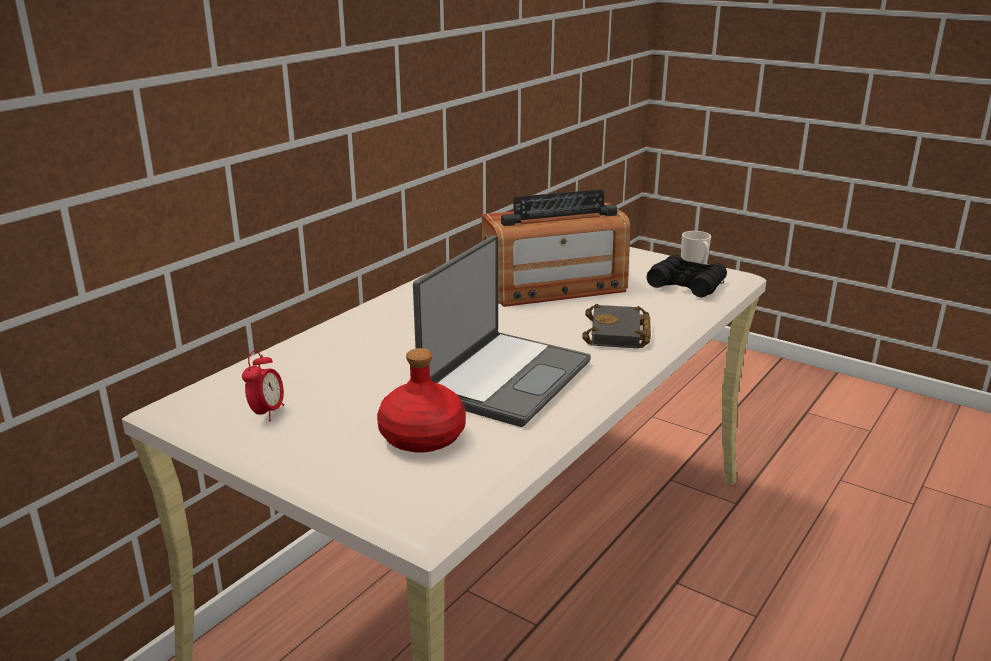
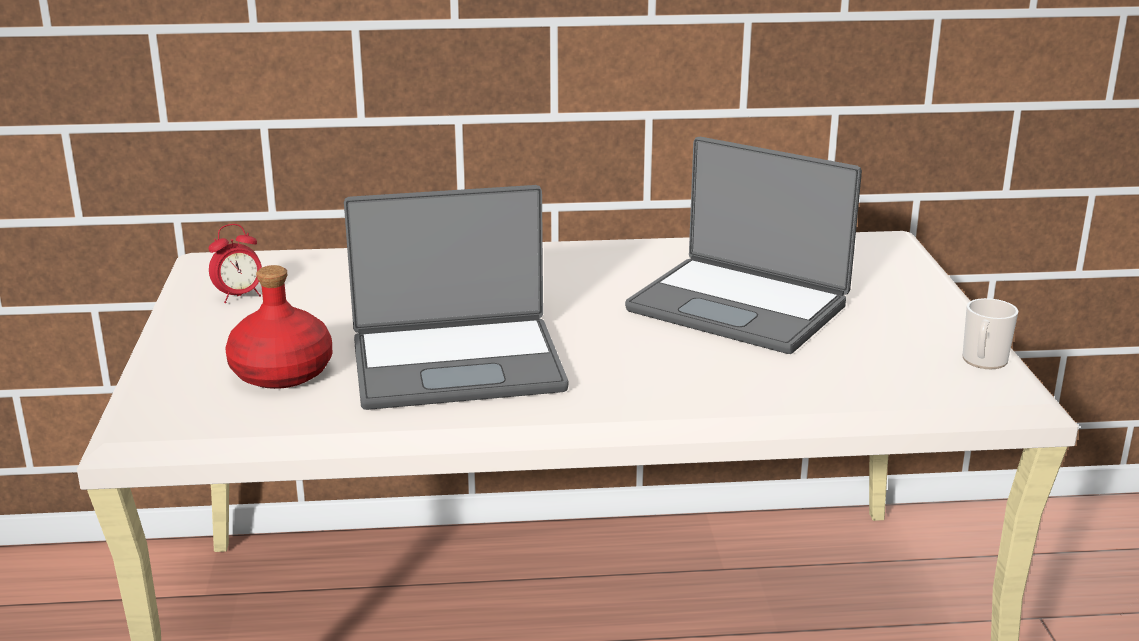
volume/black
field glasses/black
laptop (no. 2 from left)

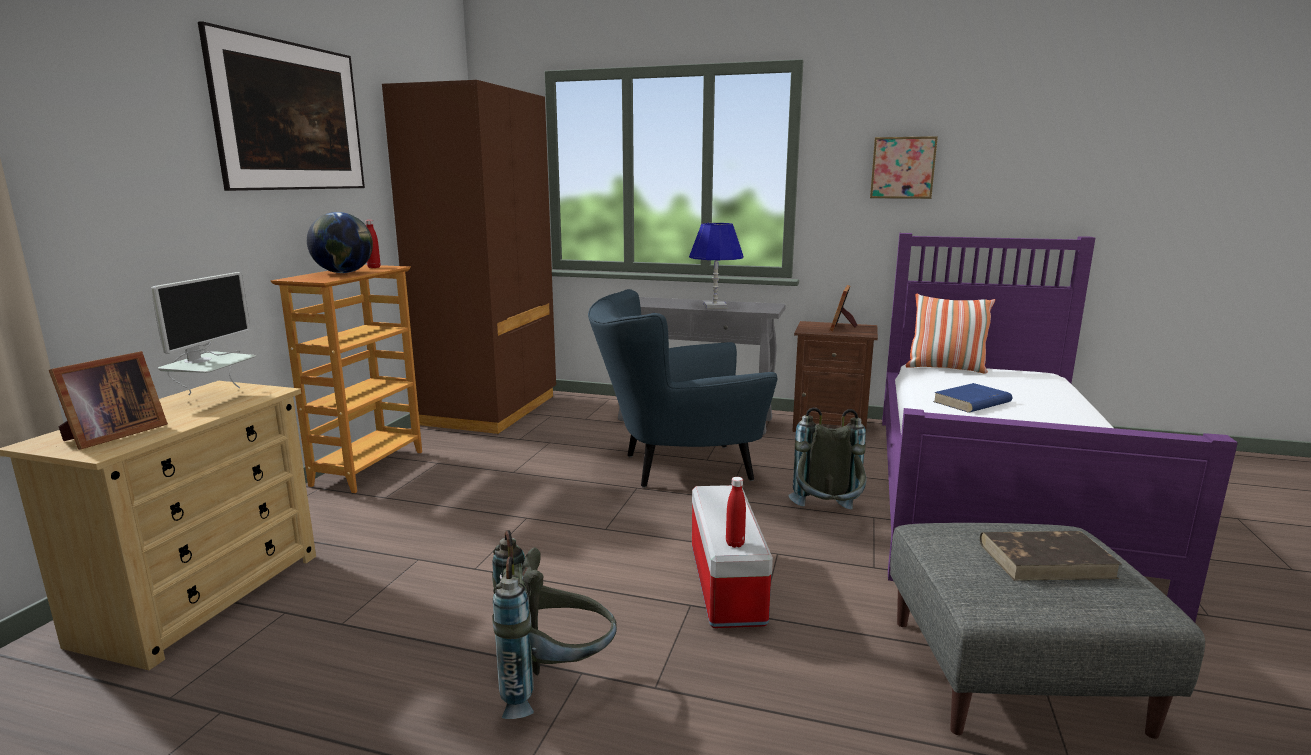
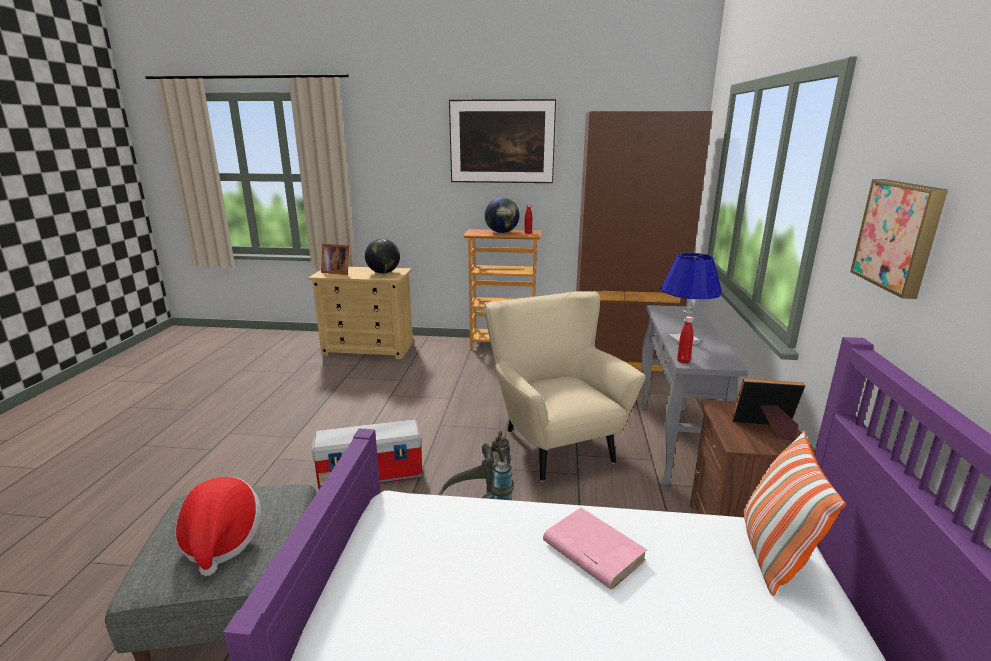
backpack/grey (no. 1 from left in the first image)
beverage bottle/red (no. 2 from left)
globe (no. 1 from left)
hat
easy chair/beige-coloured
volume/pinkish

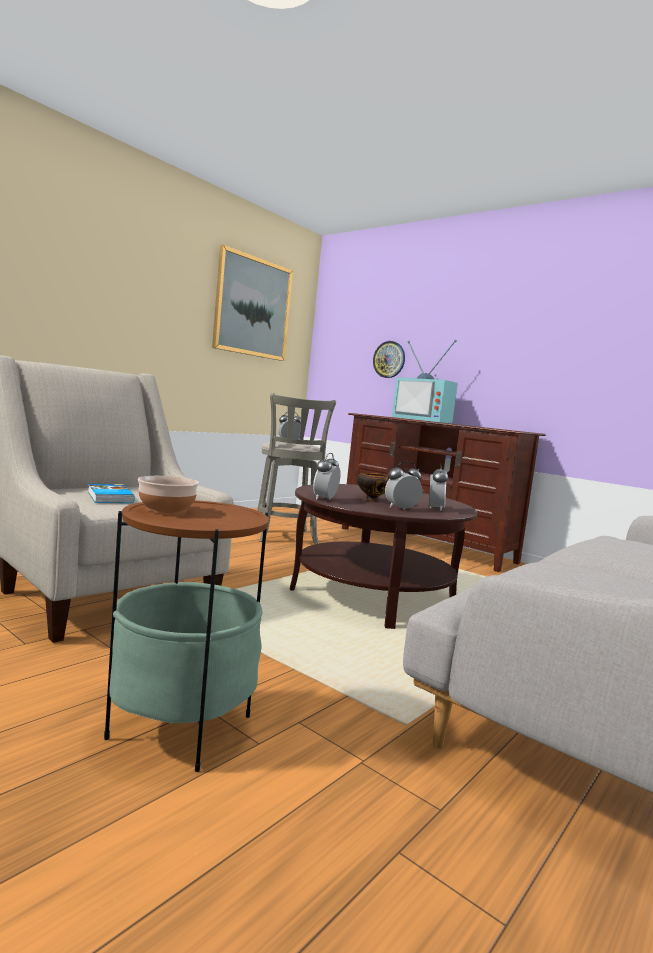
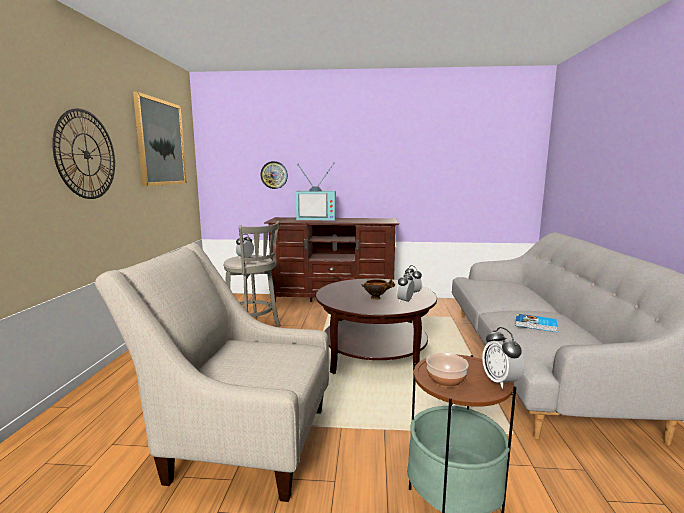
wall clock (no. 1 from left)
volume
bedside clock (no. 4 from left)

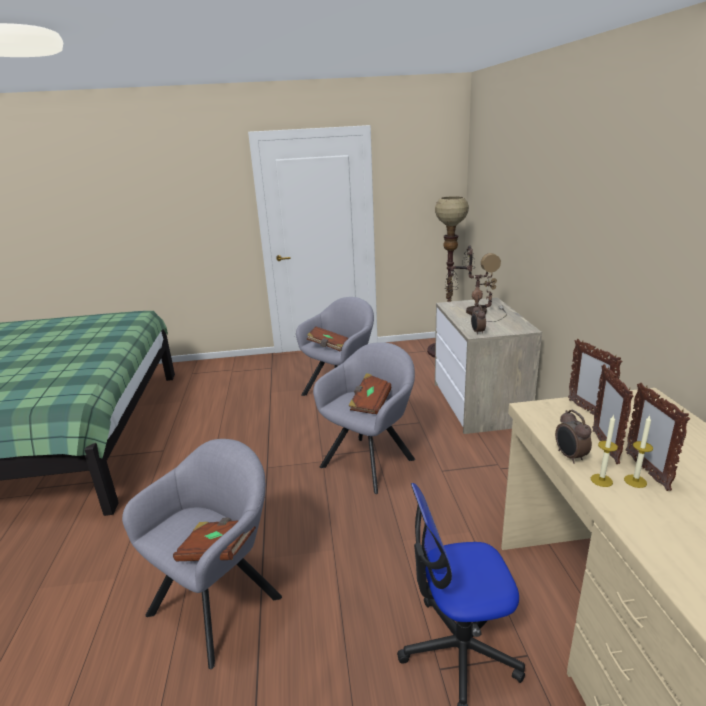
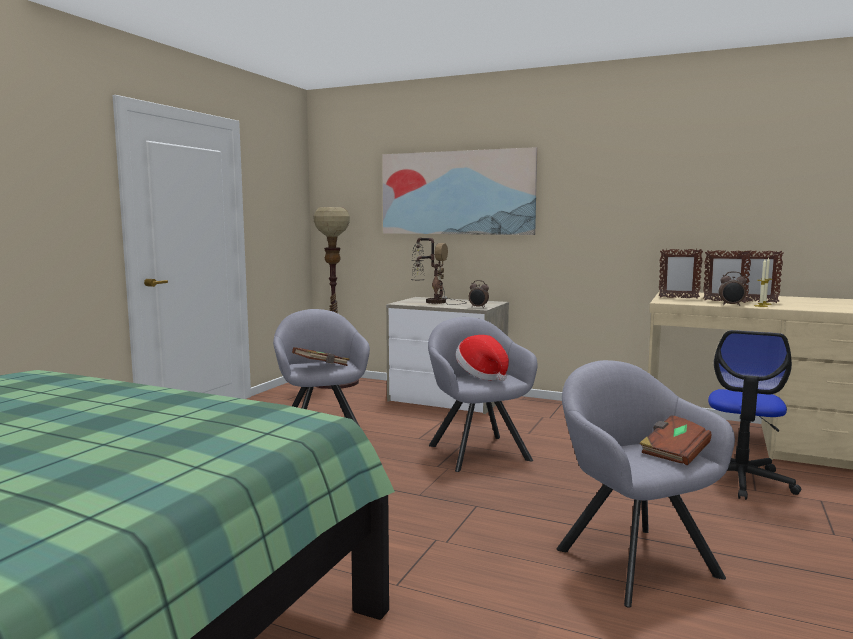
wall picture
hat

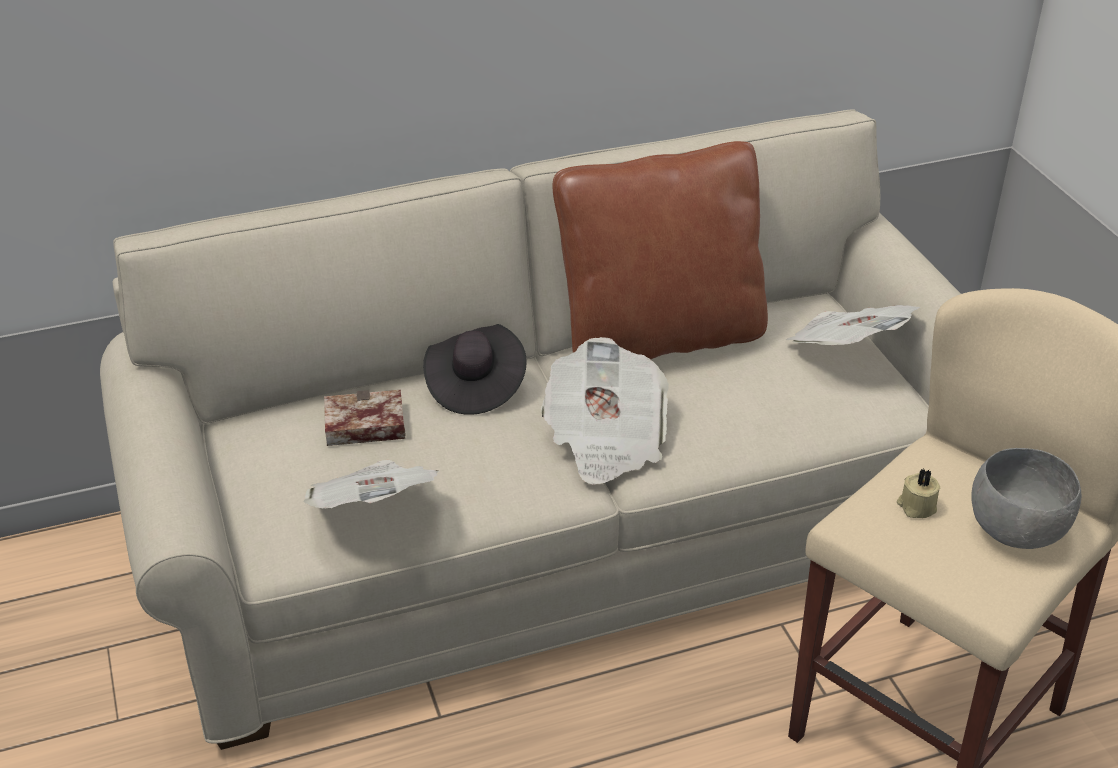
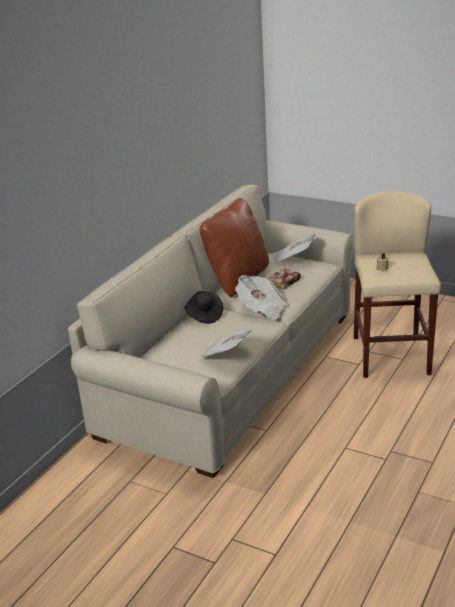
deep dish/grey
volume

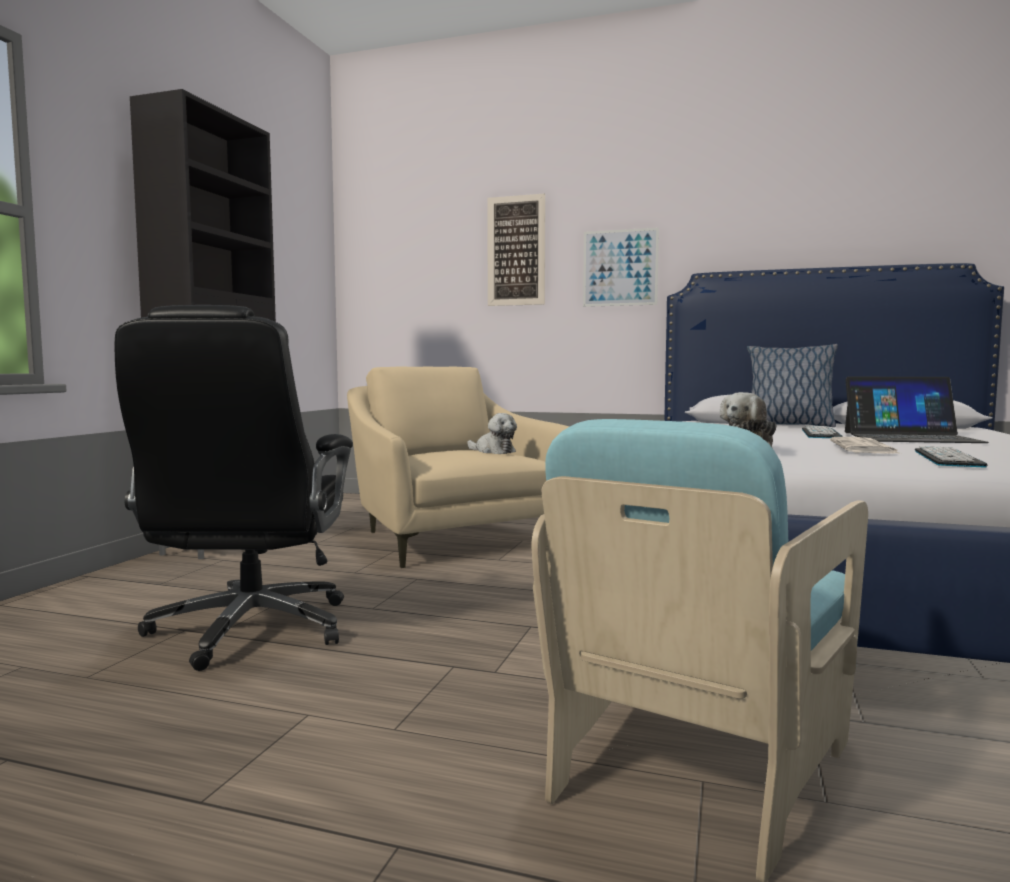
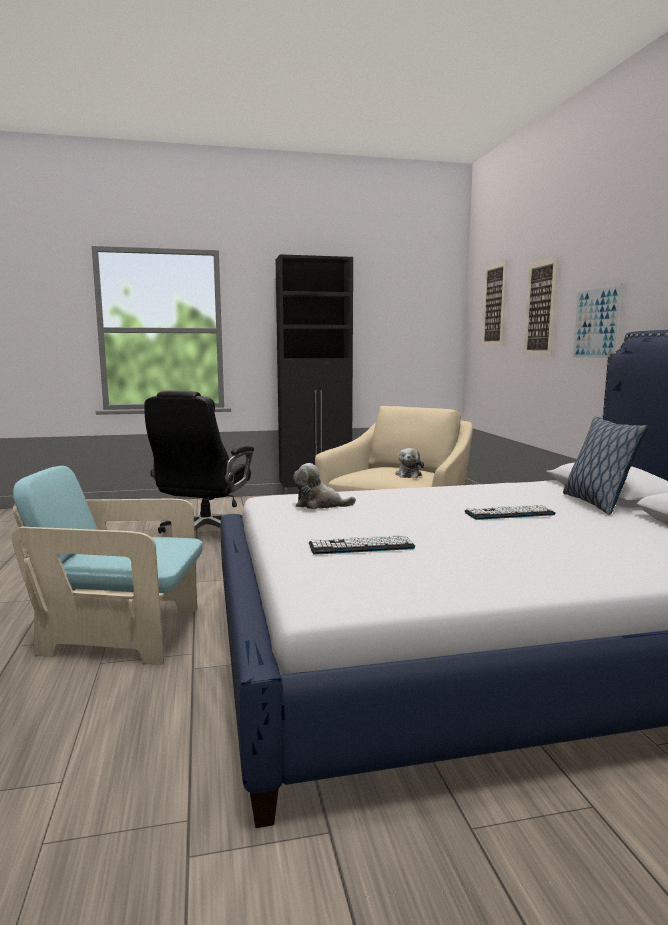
newspaper
laptop
wall picture (no. 1 from left)
computer chair/black

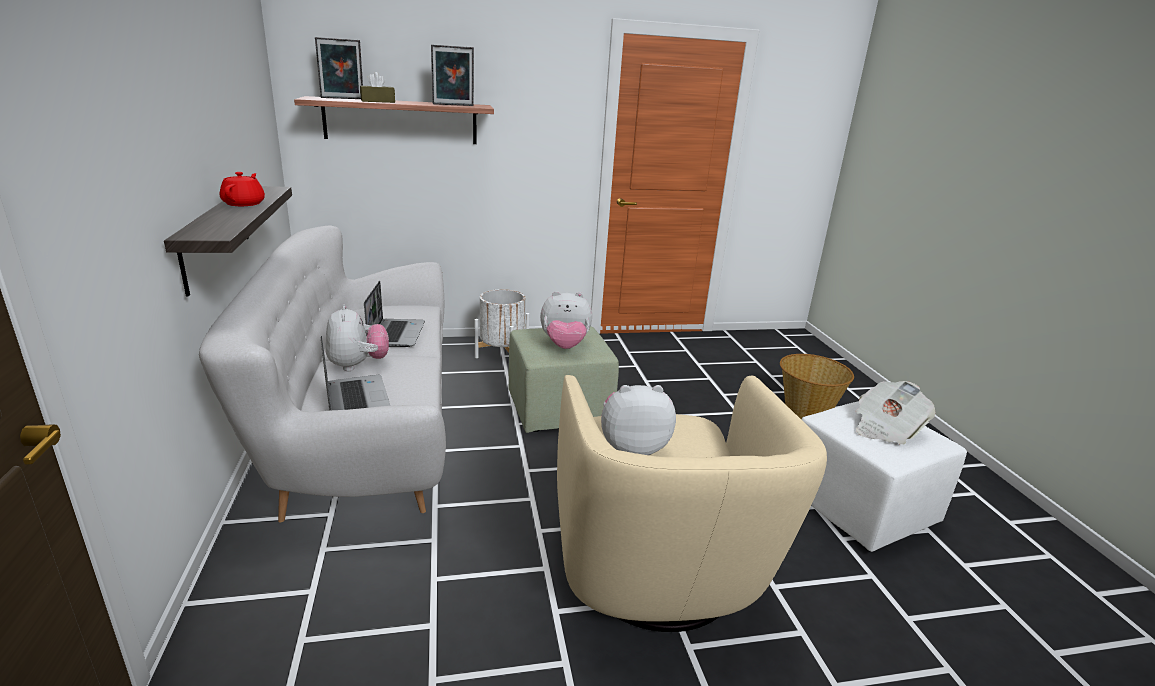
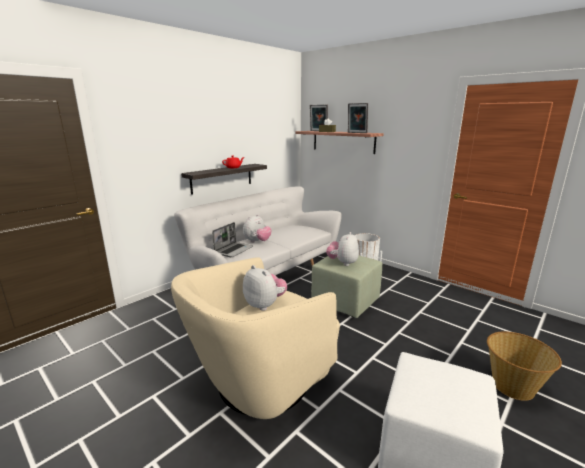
laptop (no. 2 from left in the first image)
newspaper
soft toy (no. 3 from left)

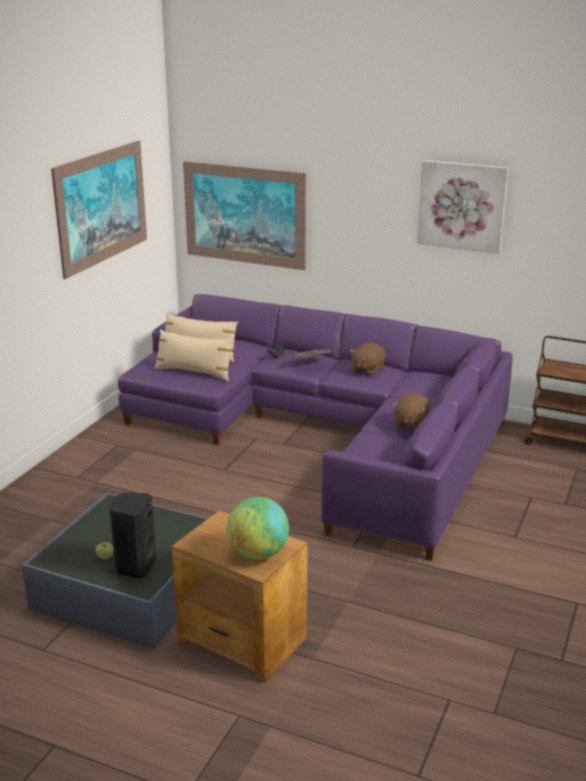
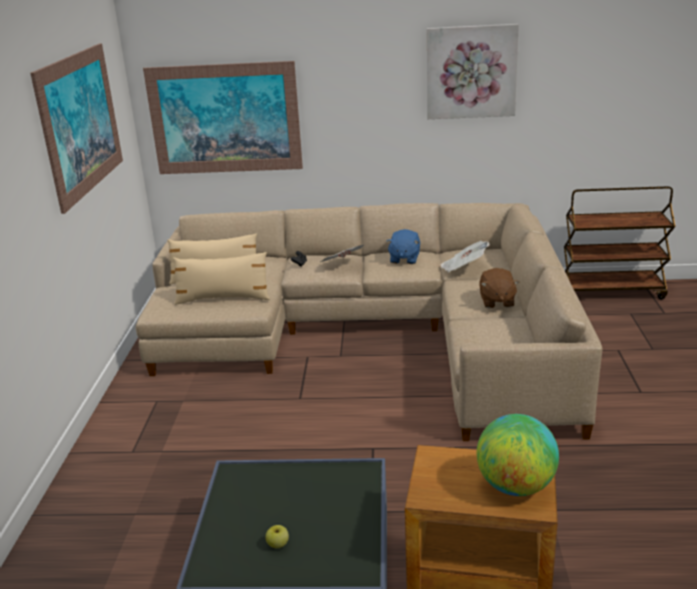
speaker/black
newspaper (no. 2 from left)
sofa/beige-coloured
soft toy/bluish

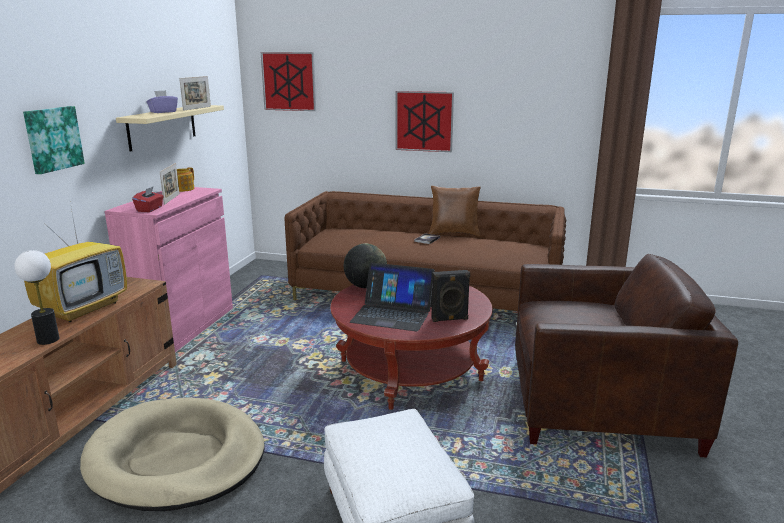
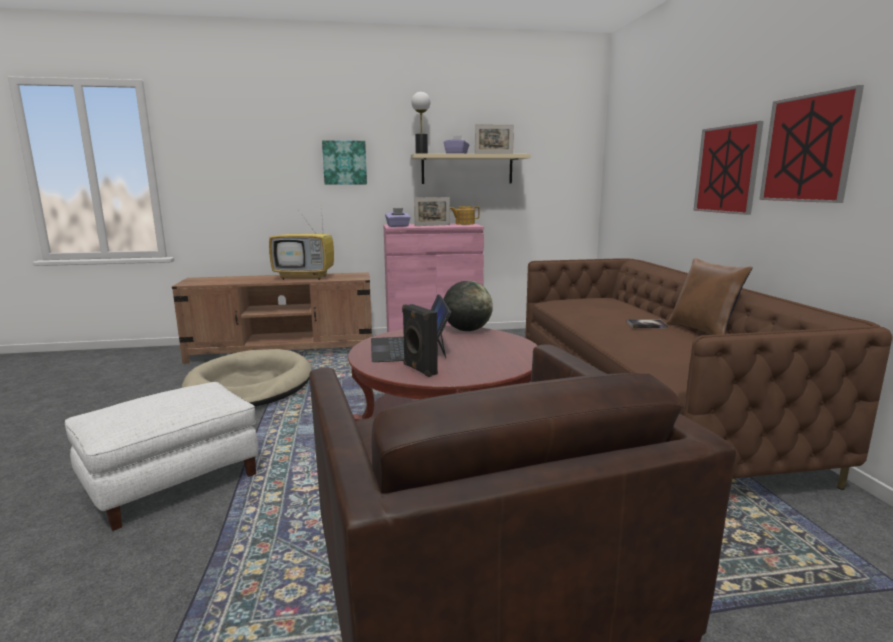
table lamp
wall picture (no. 3 from left)
box of tissues/purple (no. 1 from left)

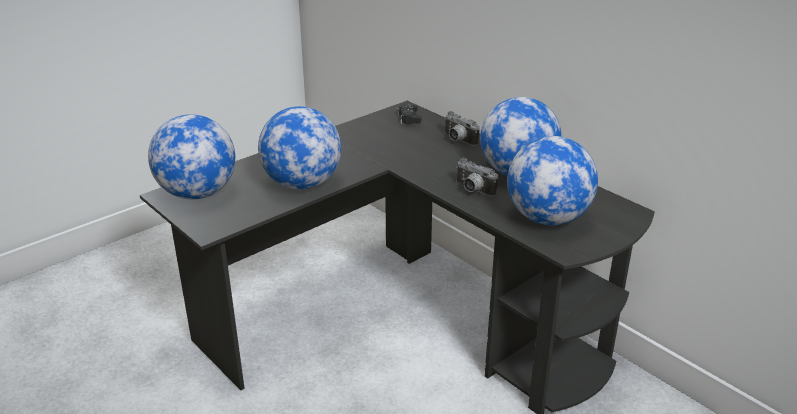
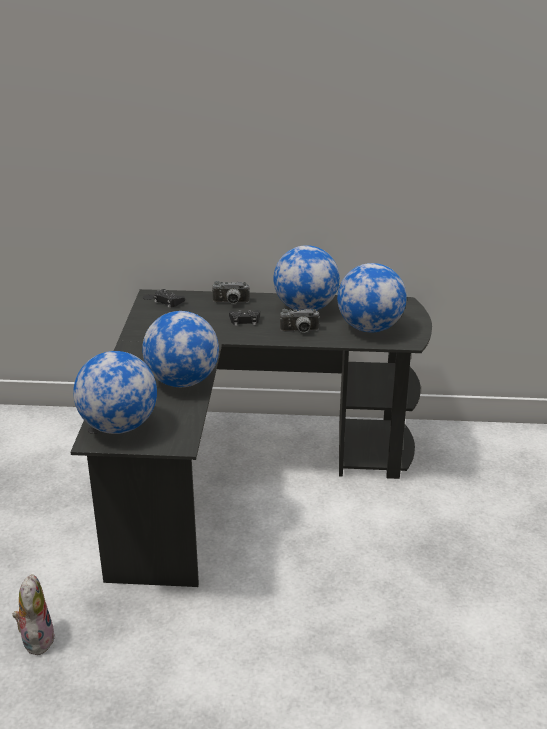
soft toy
joypad/black (no. 2 from left)

